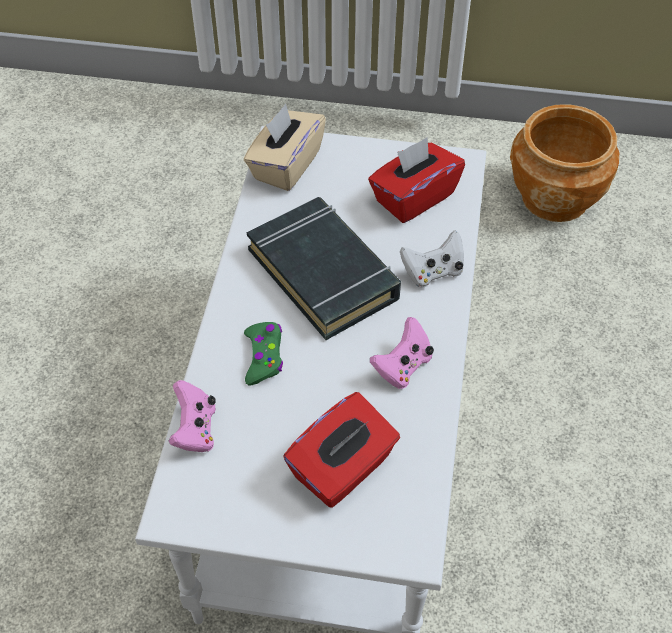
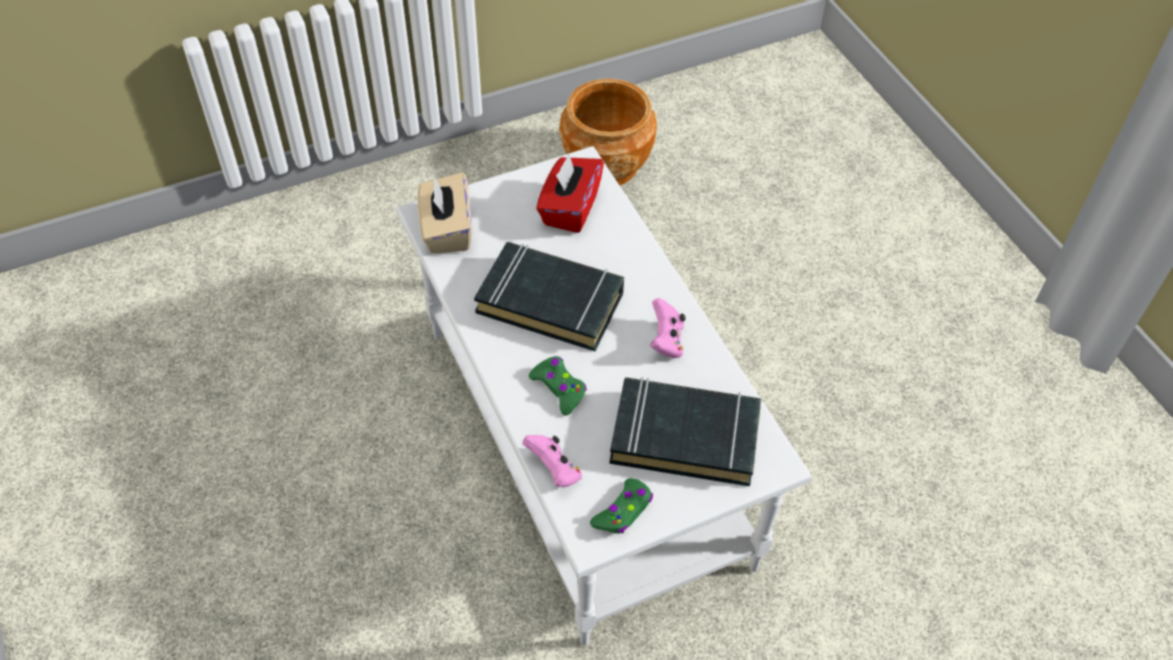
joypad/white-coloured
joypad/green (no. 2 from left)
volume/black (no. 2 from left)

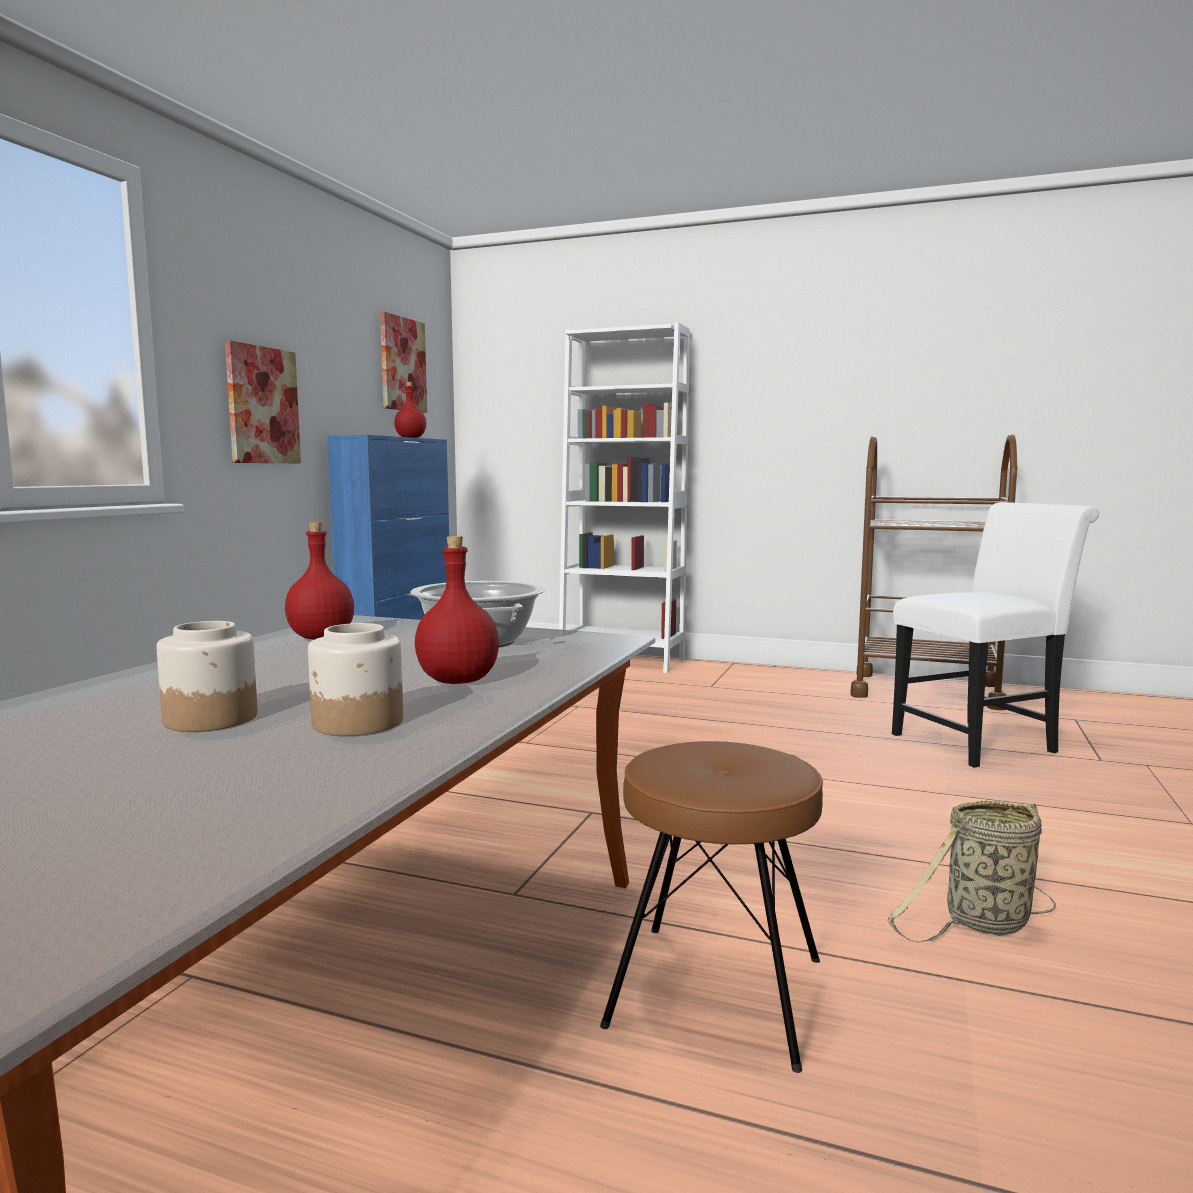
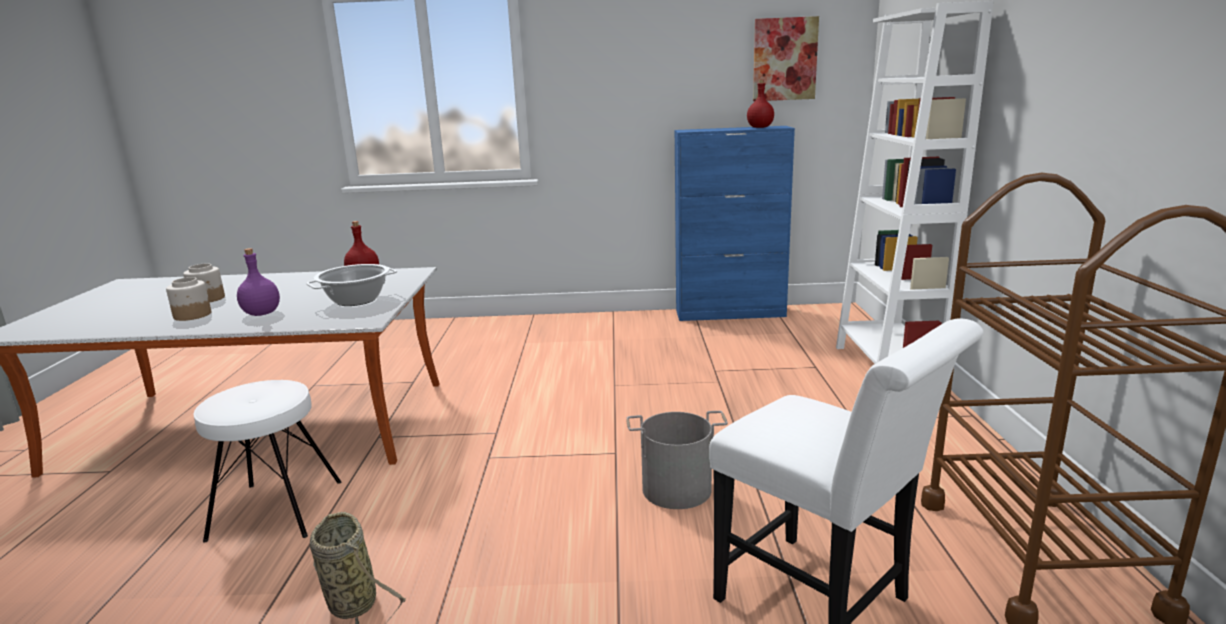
wall picture (no. 1 from left in the first image)
bucket/grey
beverage bottle/purple
stool seat/white-coloured

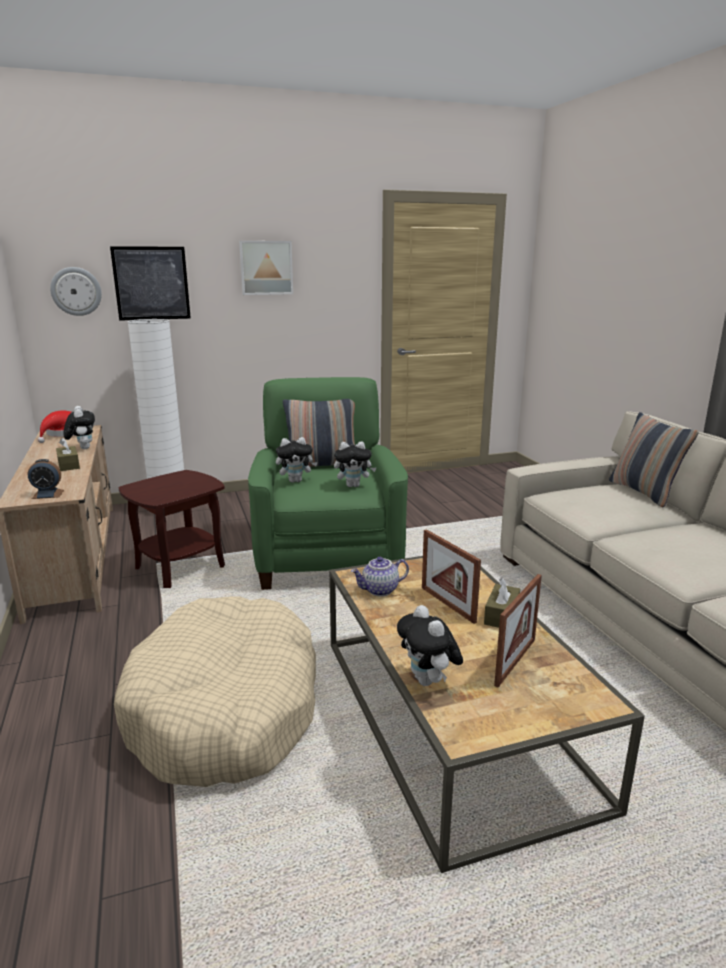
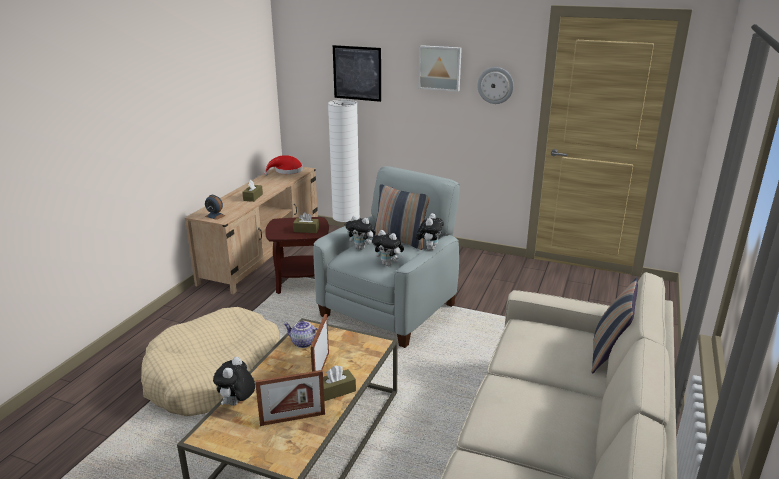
box of tissues/brown (no. 2 from left)
wall clock
soft toy (no. 4 from left)
easy chair/grey

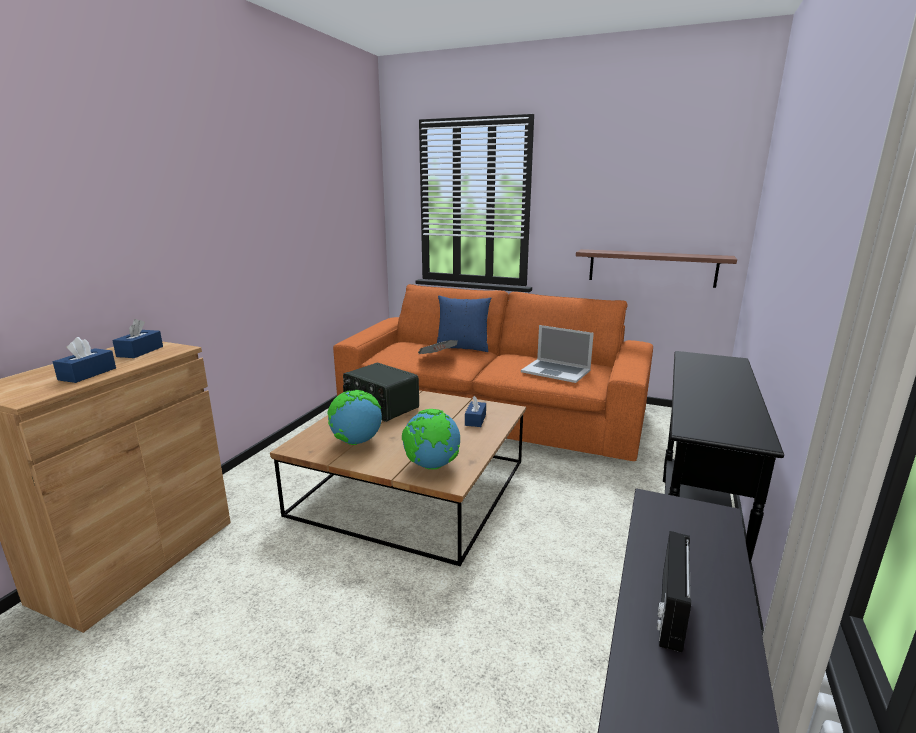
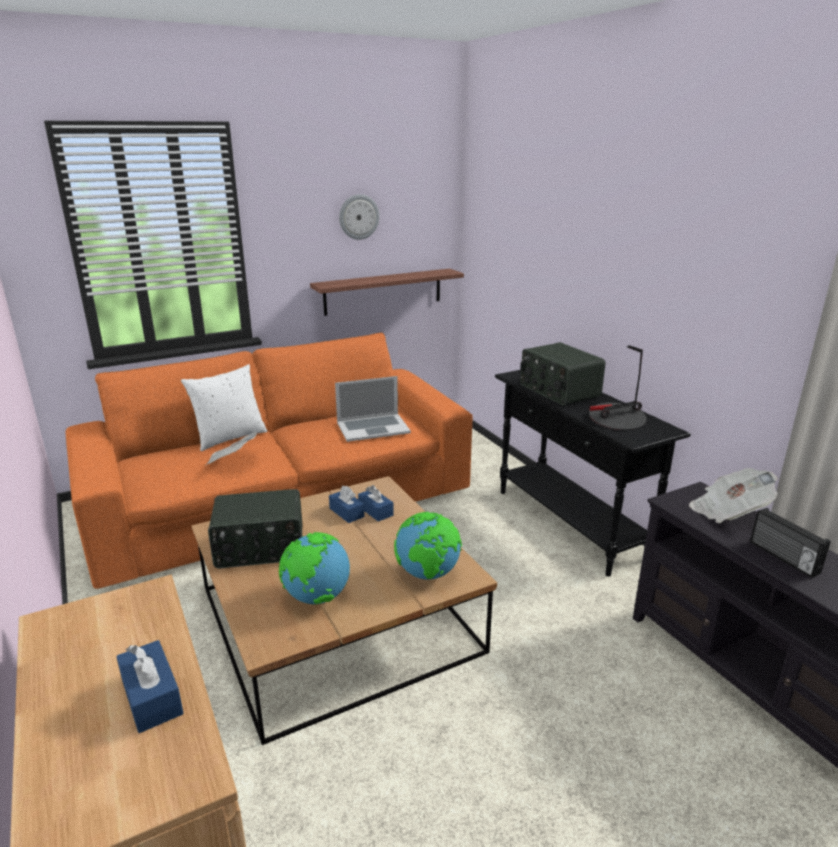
wall clock
radio (no. 2 from left)
table lamp
newspaper (no. 2 from left)
box of tissues/bluish (no. 2 from left)
pillow/white-coloured

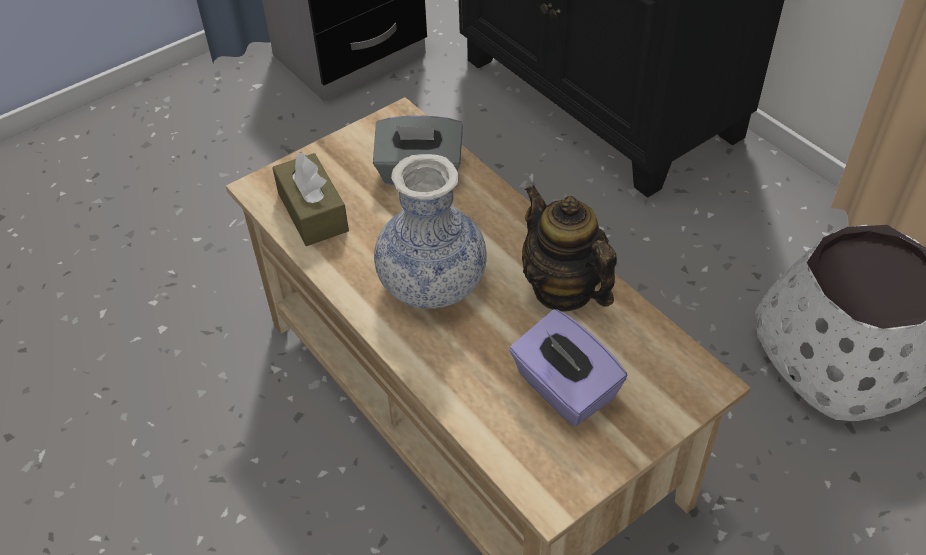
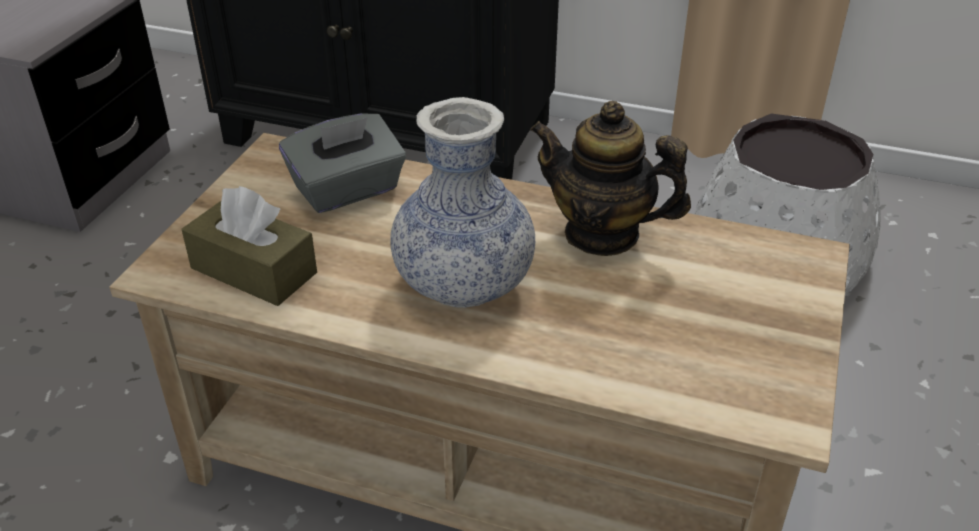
box of tissues/purple

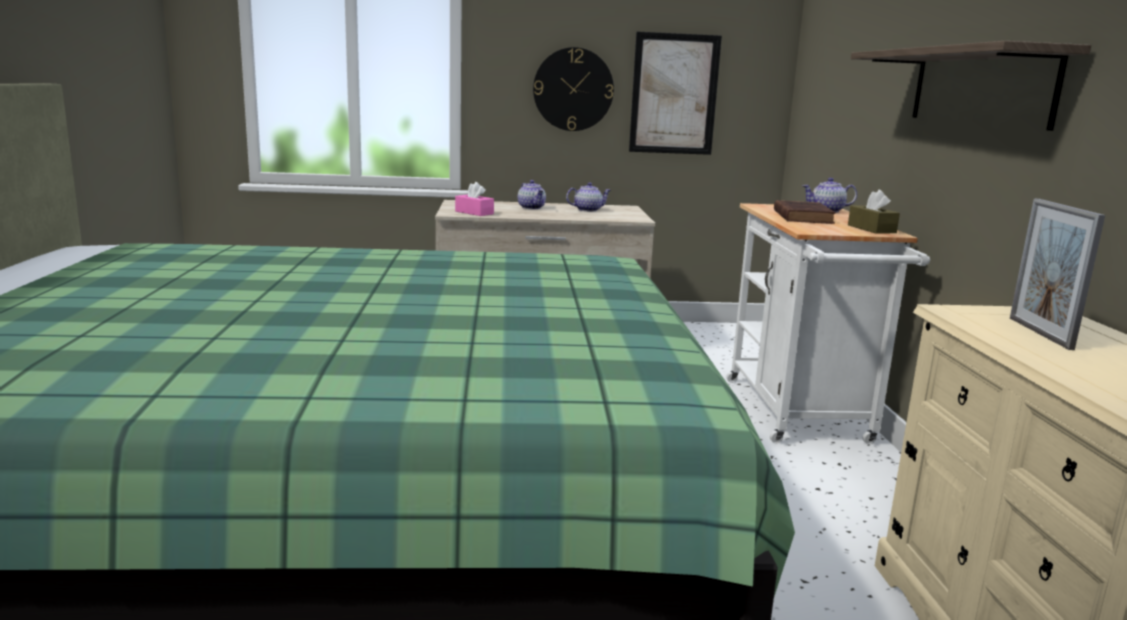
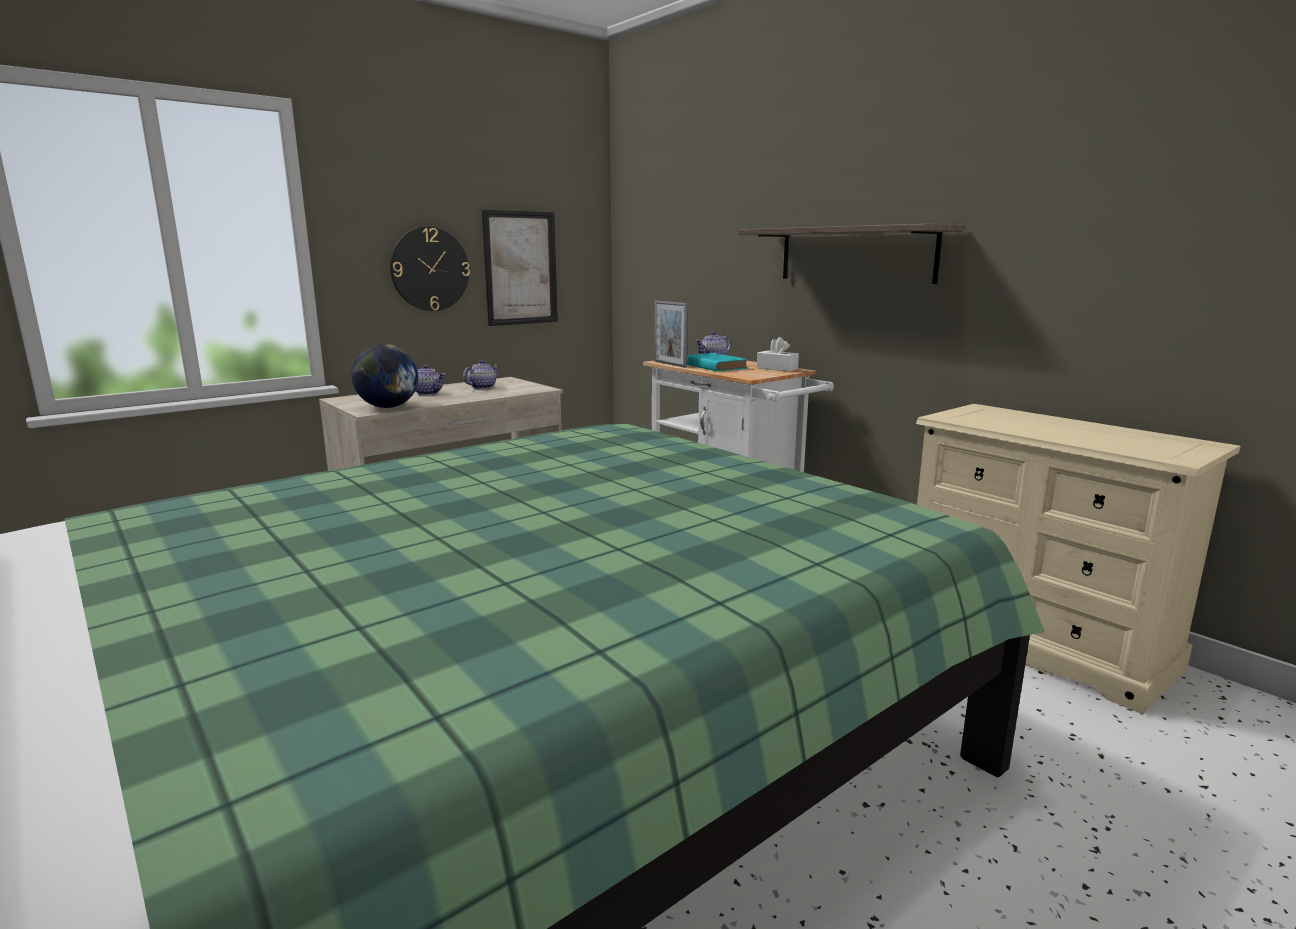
photo frame
globe
volume/turquoise
box of tissues/white-coloured

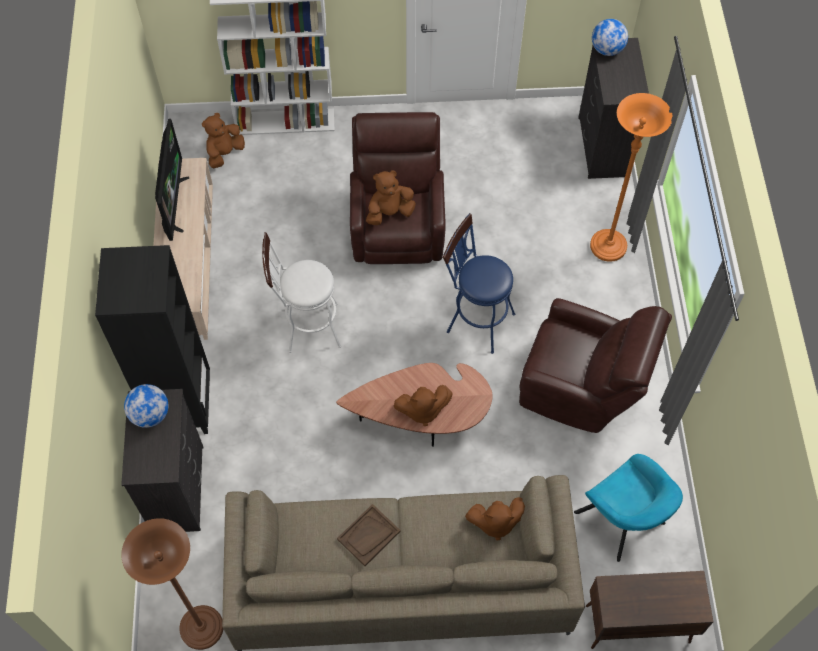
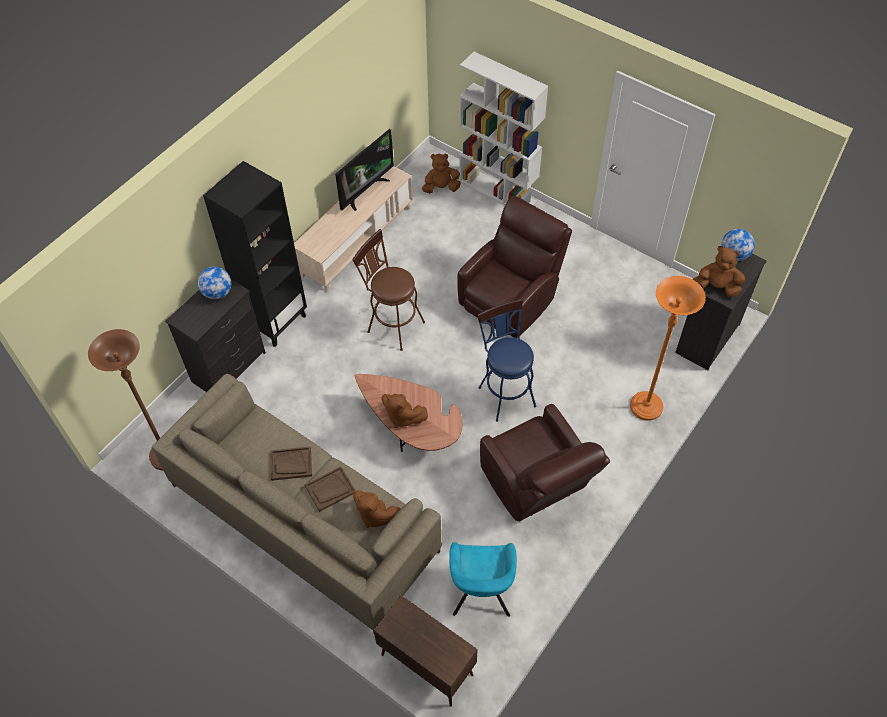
tray/brown (no. 2 from left)
soft toy/brown (no. 4 from left)
stool seat/brown

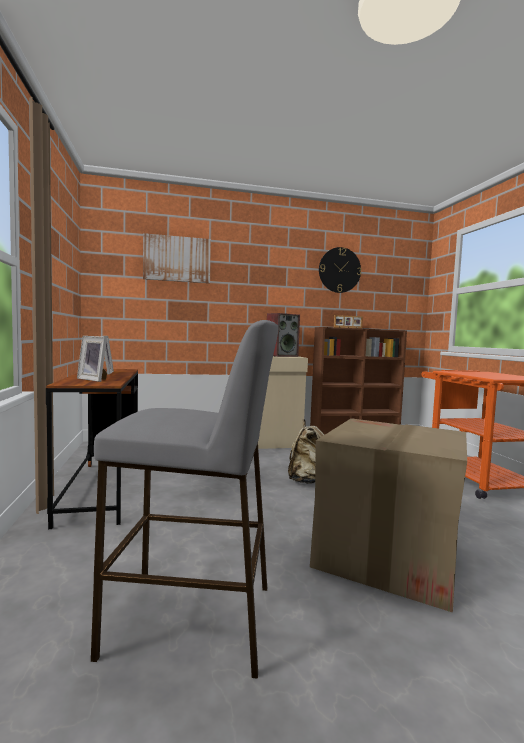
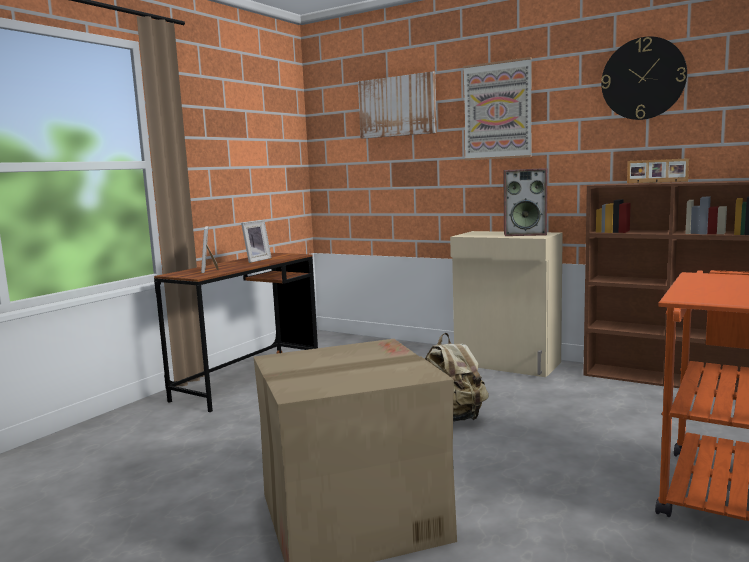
stool seat/grey
wall picture (no. 2 from left)

